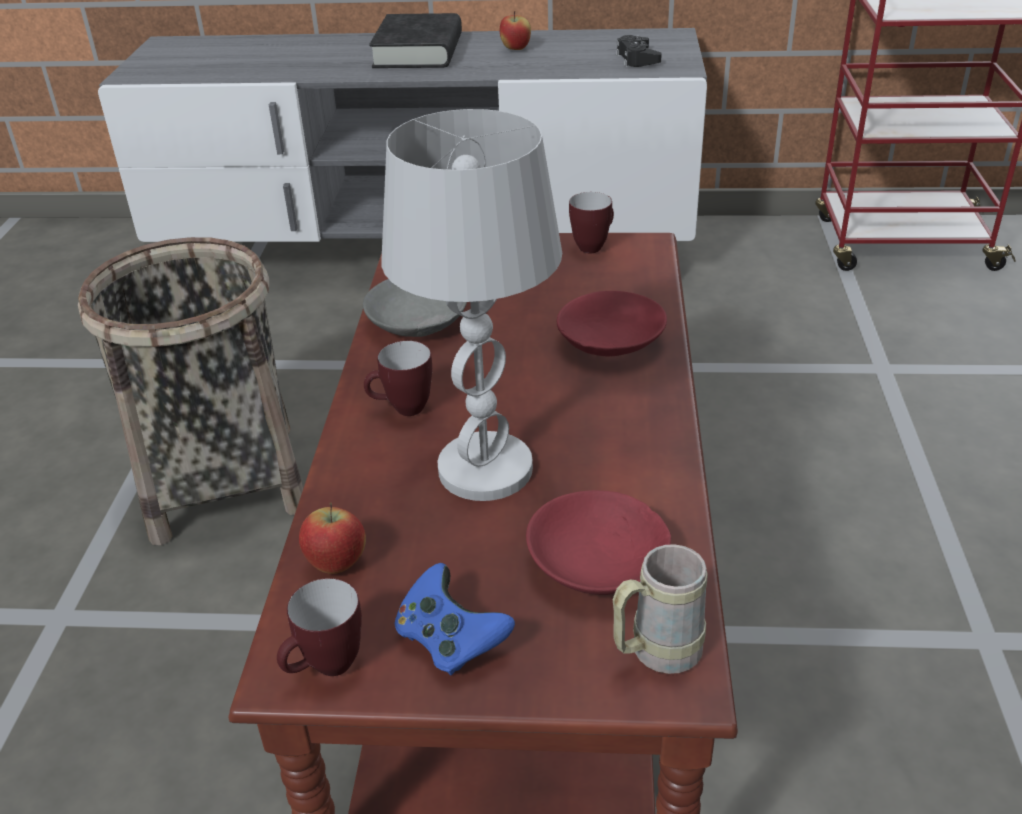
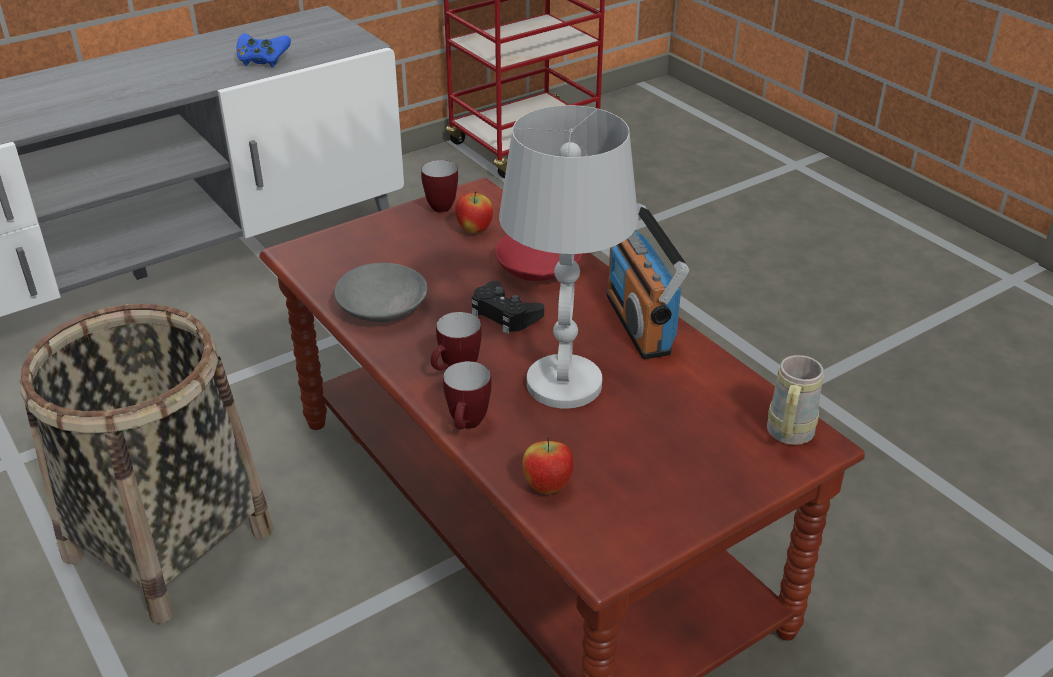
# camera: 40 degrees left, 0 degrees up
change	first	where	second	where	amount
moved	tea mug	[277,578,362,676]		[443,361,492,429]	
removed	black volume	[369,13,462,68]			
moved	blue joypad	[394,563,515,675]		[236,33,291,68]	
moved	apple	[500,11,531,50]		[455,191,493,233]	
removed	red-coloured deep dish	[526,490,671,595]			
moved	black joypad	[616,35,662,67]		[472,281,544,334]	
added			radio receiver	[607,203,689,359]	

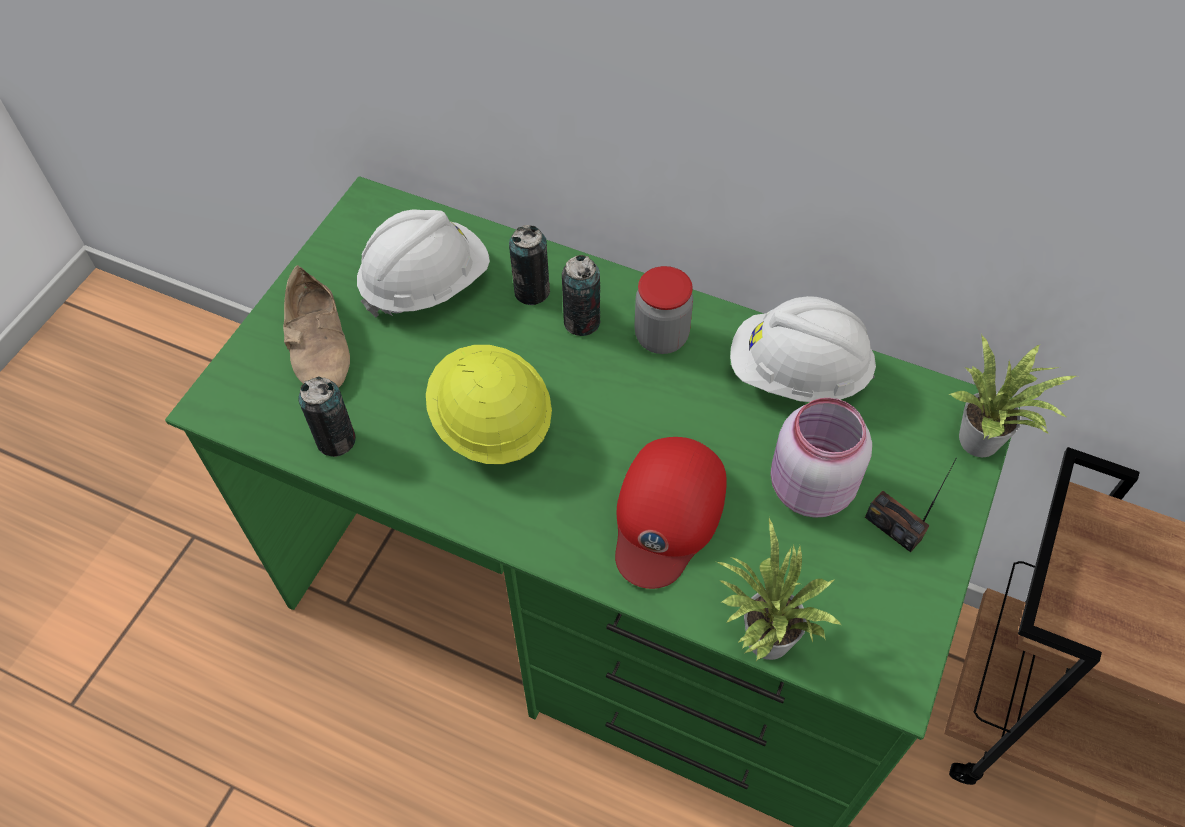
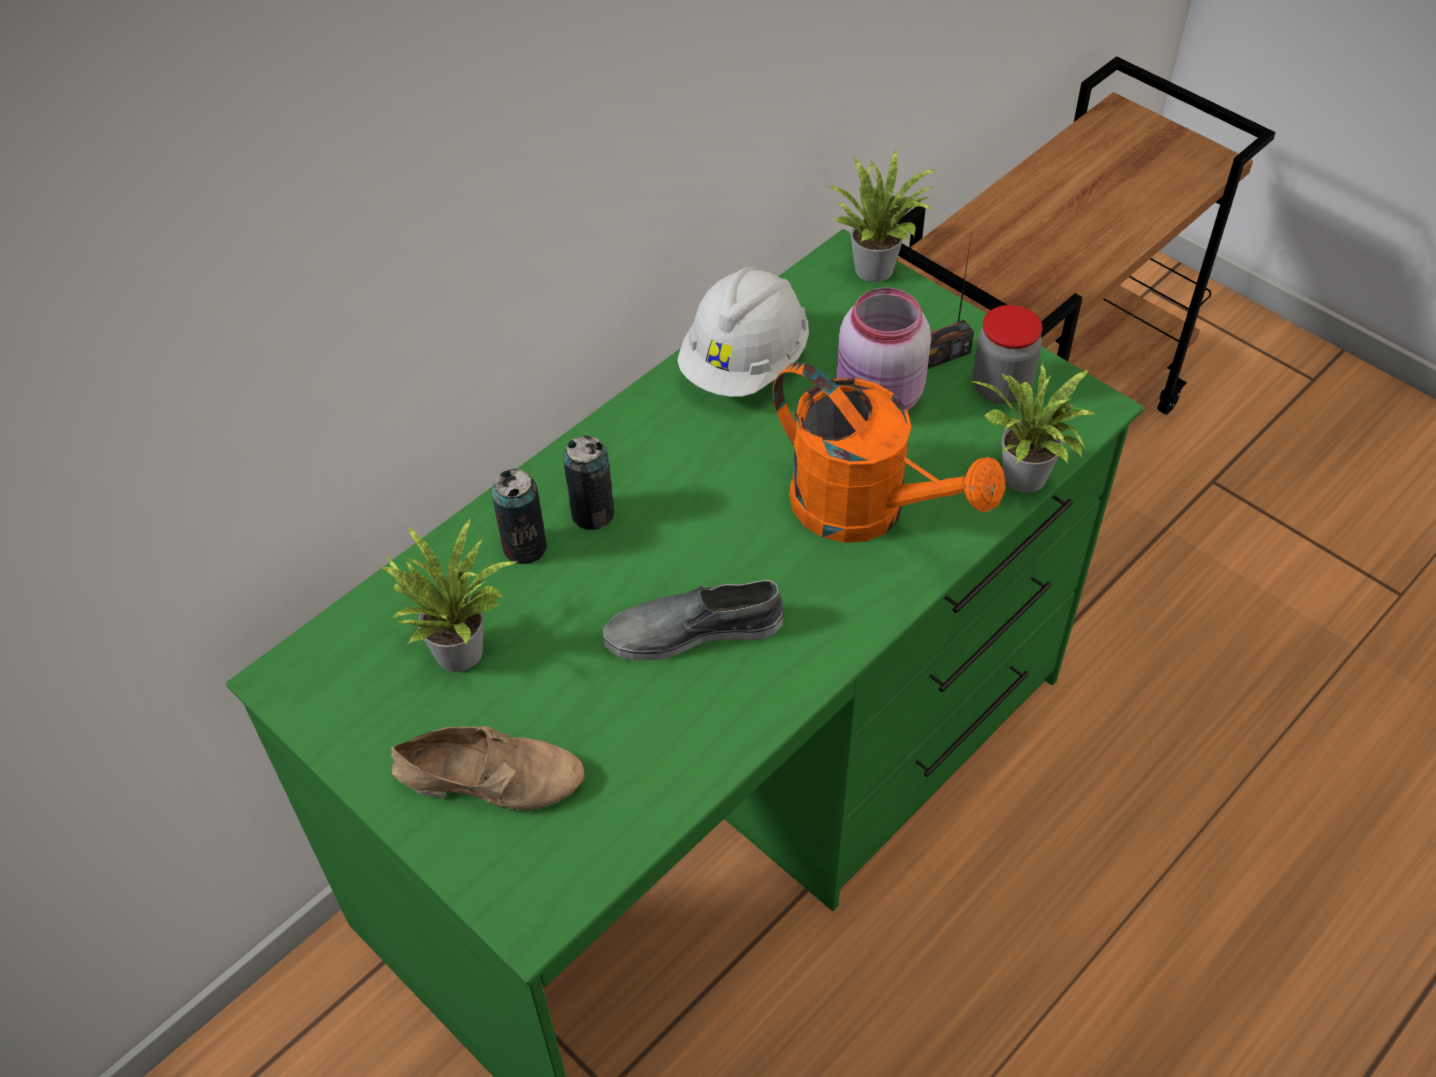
# camera: 70 degrees left, 5 degrees down
change	first	where	second	where	amount
removed	metal can	[298,376,356,457]			
replaced	white-coloured hard hat	[357,209,490,317]	plant in a pot	[378,518,519,672]	
replaced	yellow hard hat	[426,345,552,464]	gray low shoe	[603,580,783,661]	
replaced	red-coloured cap	[615,437,727,589]	orangey sprinkling can	[773,362,1005,543]	
moved	storage jar	[634,266,693,354]		[973,305,1043,404]	

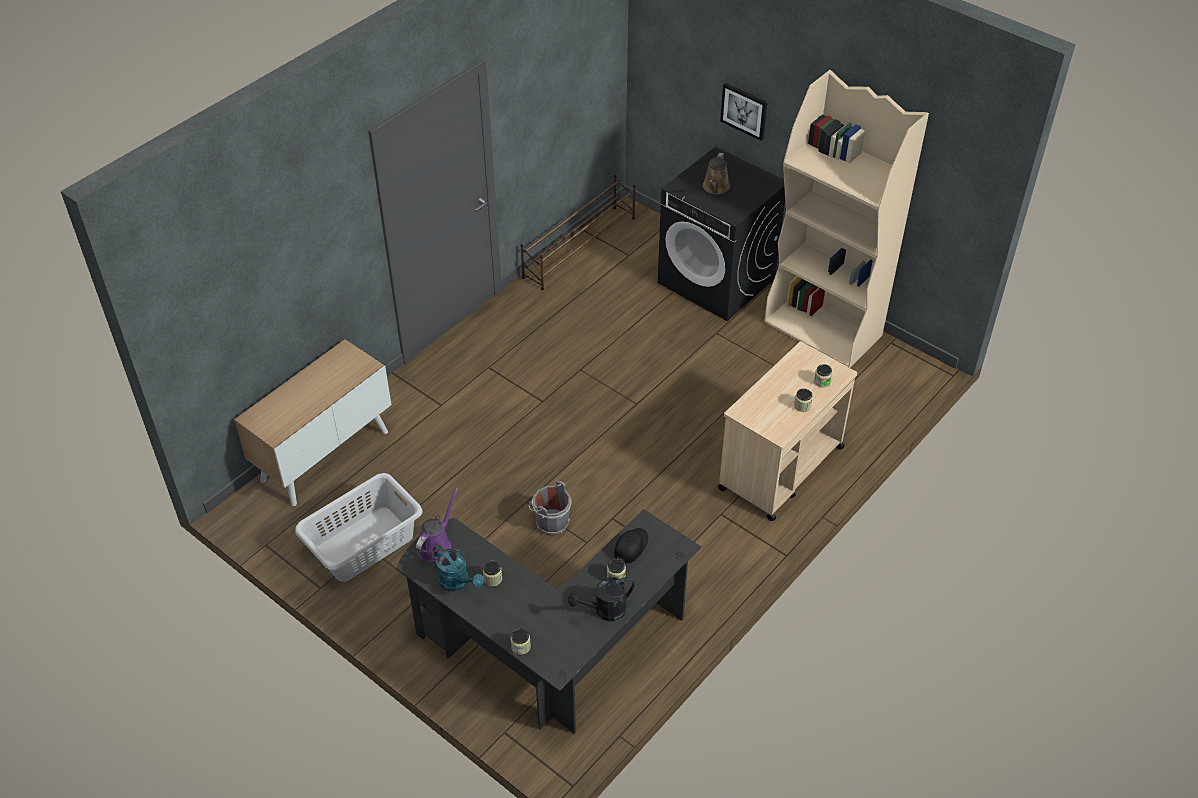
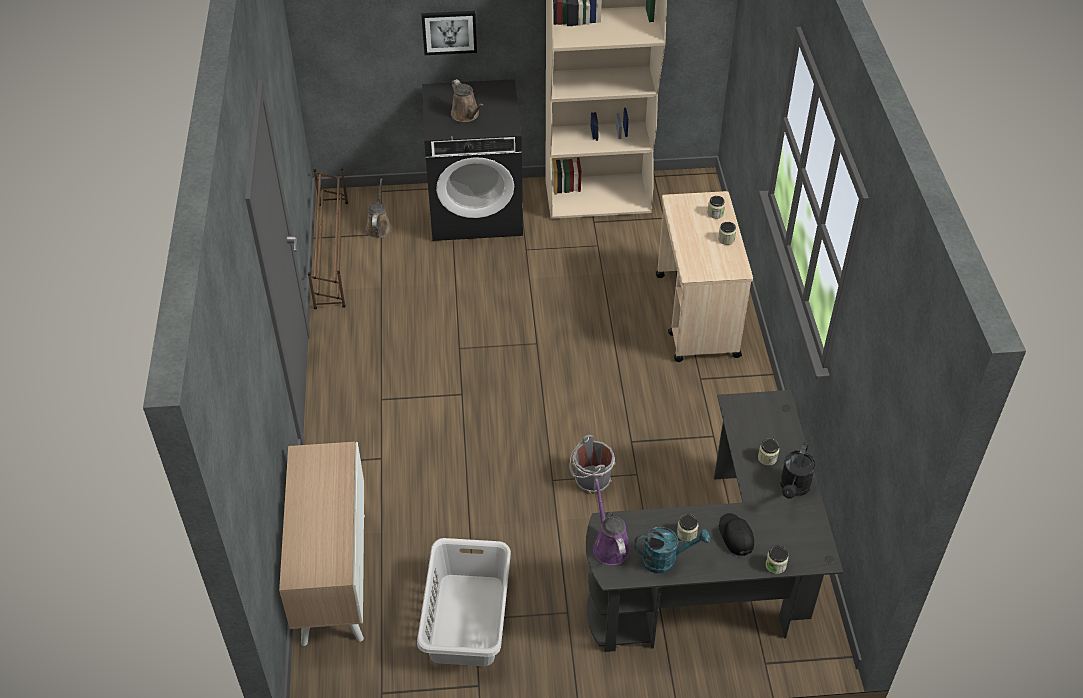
# camera: 45 degrees left, 0 degrees up
change	first	where	second	where	amount
moved	black cap	[614,528,648,564]		[719,513,754,556]	
added			brownish sprinkling can	[365,178,392,239]	

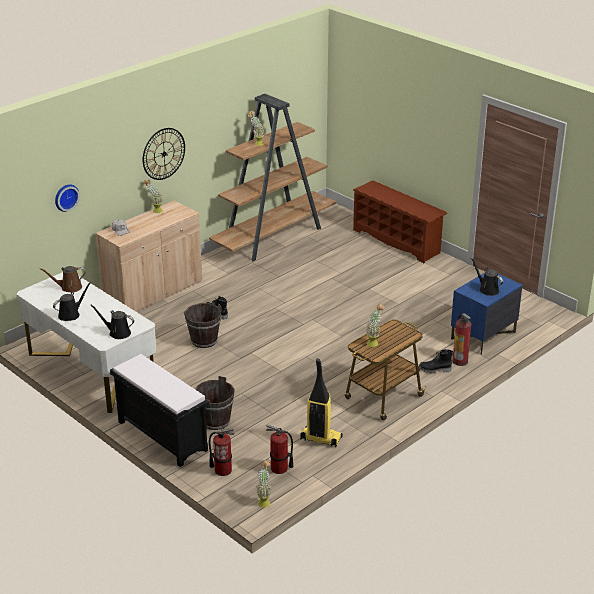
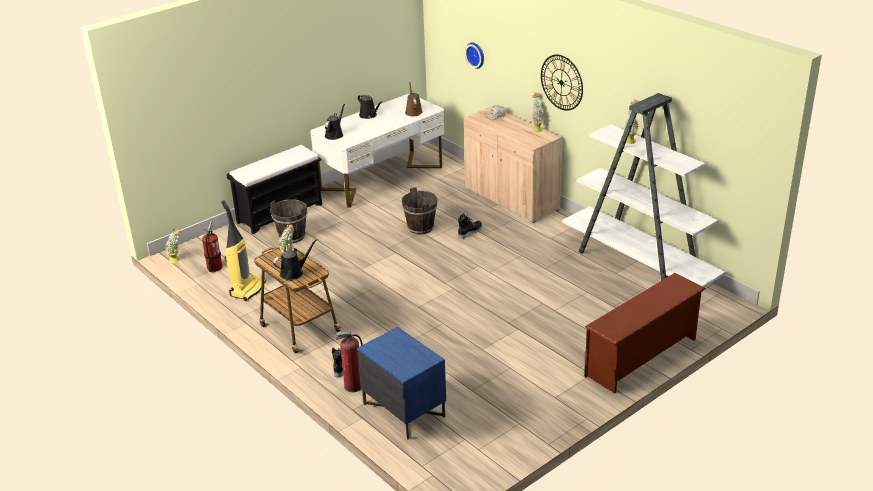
# camera: 95 degrees right, 0 degrees up
change	first	where	second	where	amount
recoloured	brownish bookshelf	[209,94,336,261]	white-coloured bookshelf	[562,93,726,287]	
removed	fire extinguisher	[209,428,234,476]			
moved	black sprinkling can	[471,258,503,296]		[273,239,318,280]	

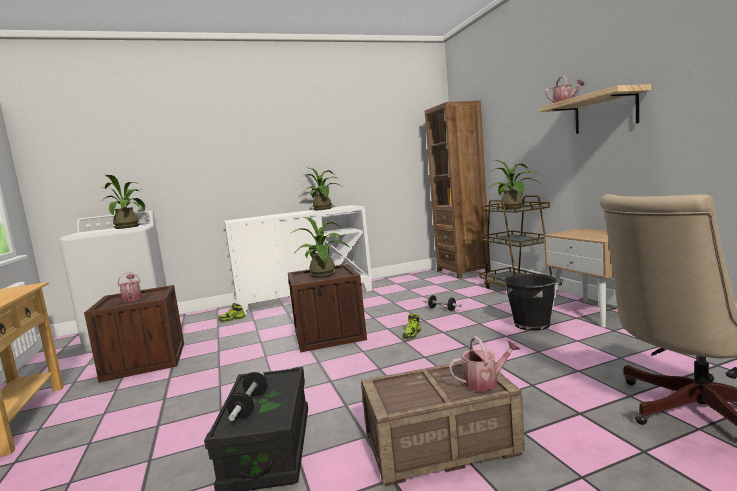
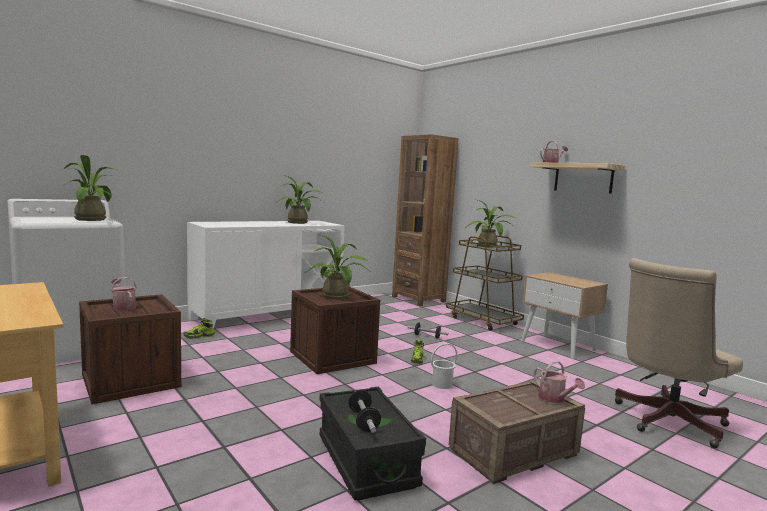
# camera: 20 degrees left, 0 degrees up
change	first	where	second	where	amount
turned	sprinkling can	[449,336,520,391]		[534,361,585,403]	90 degrees clockwise
removed	black pail	[504,274,563,331]			
added			white-coloured pail	[431,343,457,389]	

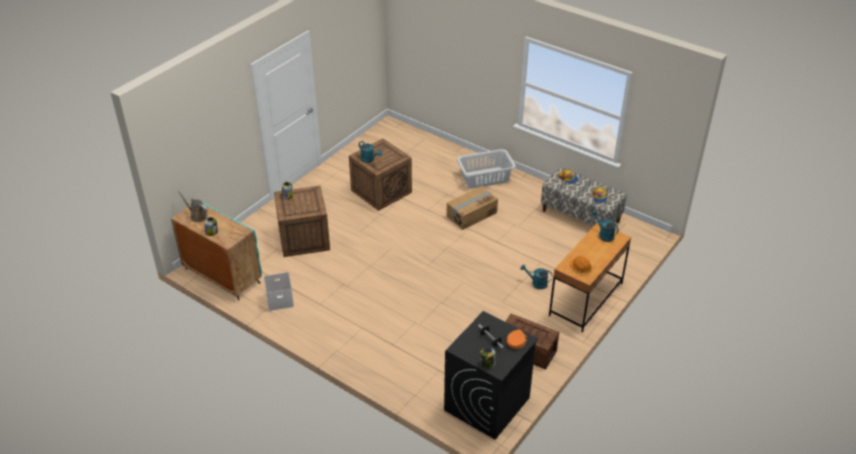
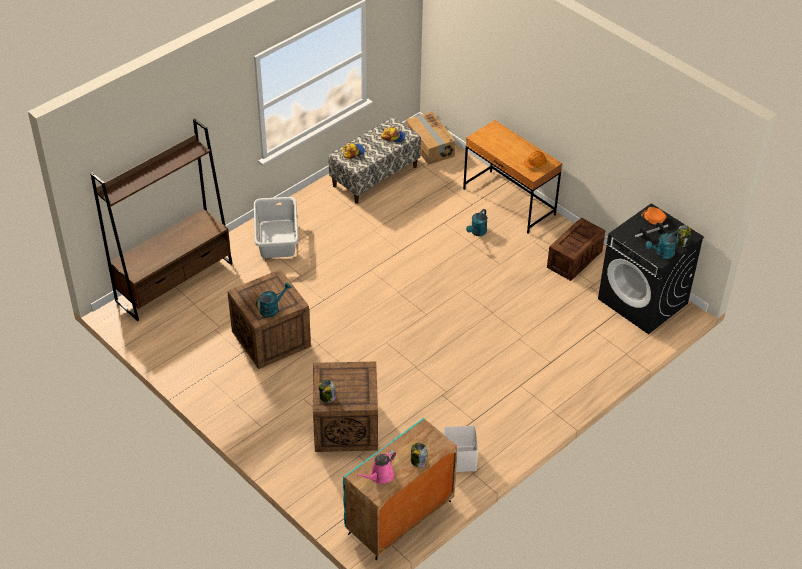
# camera: 80 degrees left, 5 degrees up
change	first	where	second	where	amount
recoloured	brownish sprinkling can	[178,191,208,222]	pink-coloured sprinkling can	[357,450,396,484]	
moved	cardboard box	[447,186,498,230]		[406,112,456,165]	
moved	turquoise-coloured sprinkling can	[592,210,618,242]		[645,231,680,259]	
added			brownish bookshelf	[90,118,233,321]	

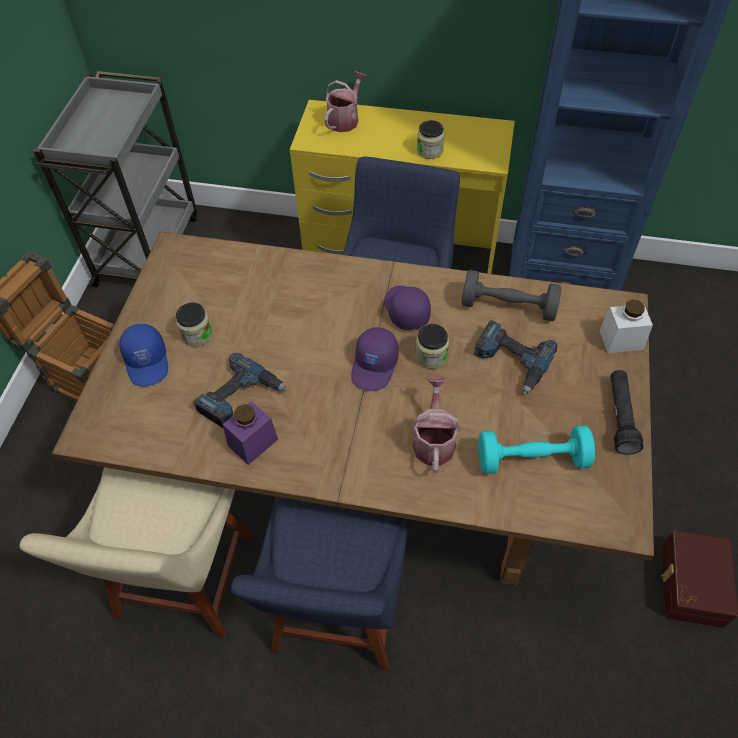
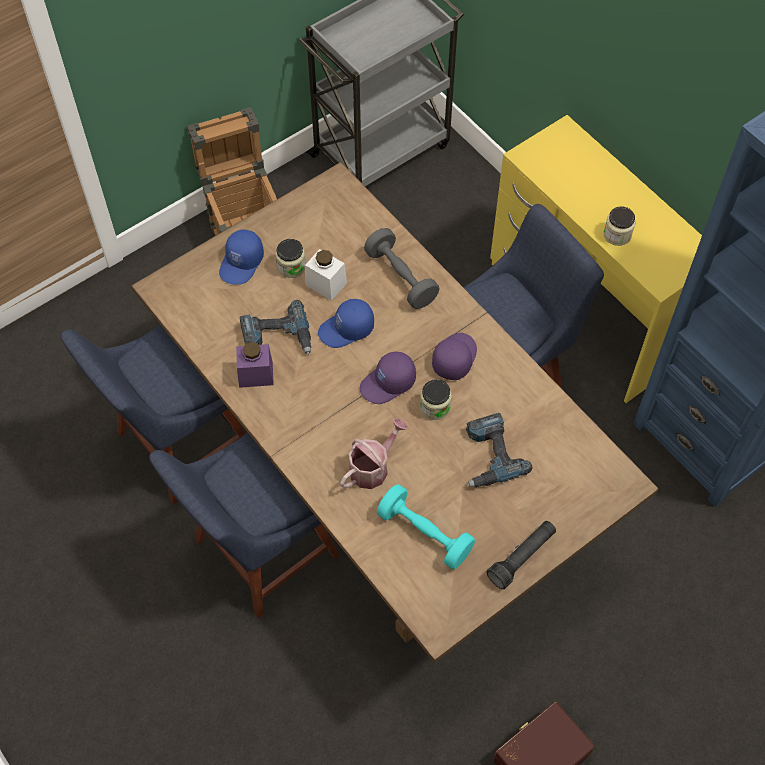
# camera: 40 degrees right, 5 degrees up
change	first	where	second	where	amount
recoloured	sand-coloured upright chair	[19,467,253,638]	blue upright chair	[61,324,245,504]	
removed	sprinkling can	[325,71,367,132]			
moved	gray free weight	[461,270,561,321]		[364,228,439,309]	
moved	white-coloured storage jar	[599,299,653,353]		[305,249,347,301]	
added			blue cap	[318,299,374,348]	

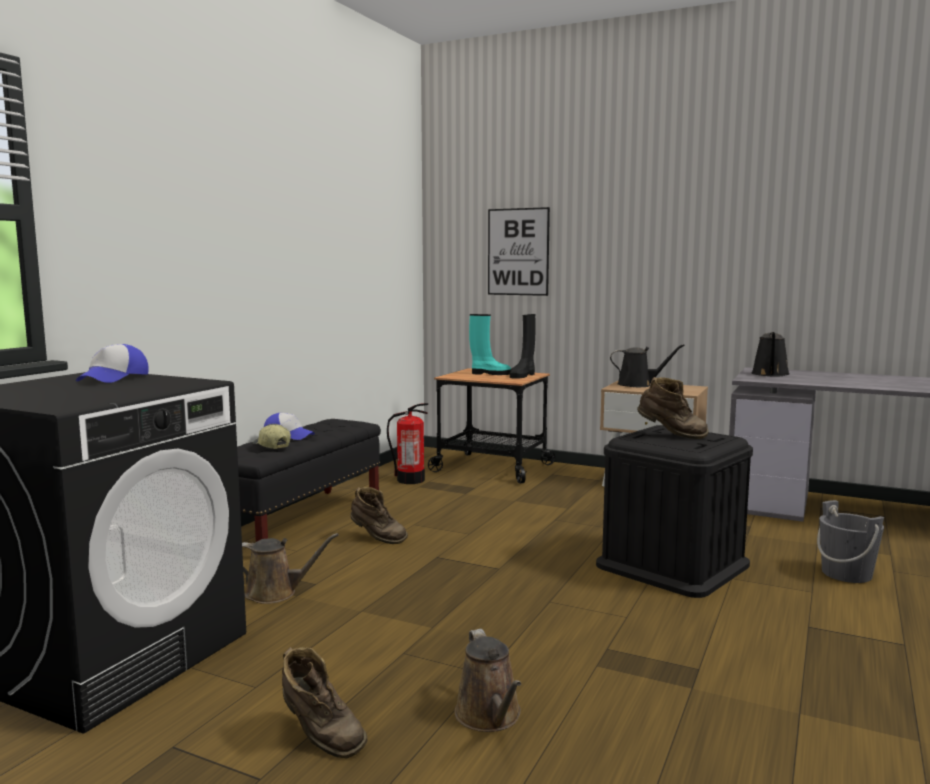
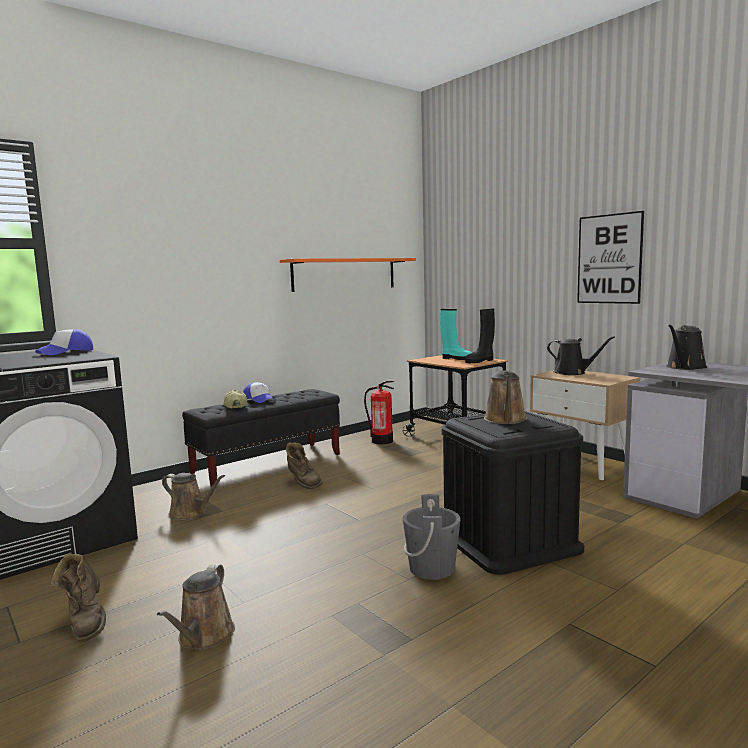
# camera: 25 degrees right, 0 degrees up
change	first	where	second	where	amount
moved	picture	[488,207,550,296]		[577,211,644,304]	
replaced	brownish tall boot	[637,377,709,439]	brownish sprinkling can	[484,371,527,424]	
moved	gray pail	[817,500,884,583]		[403,494,461,580]	
added			orangey bracket shelf	[280,258,416,292]	

